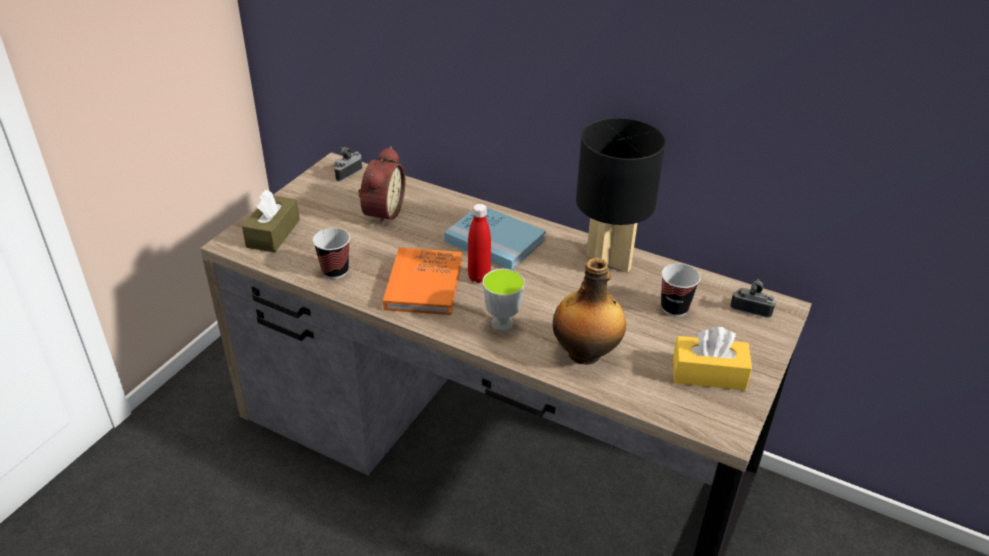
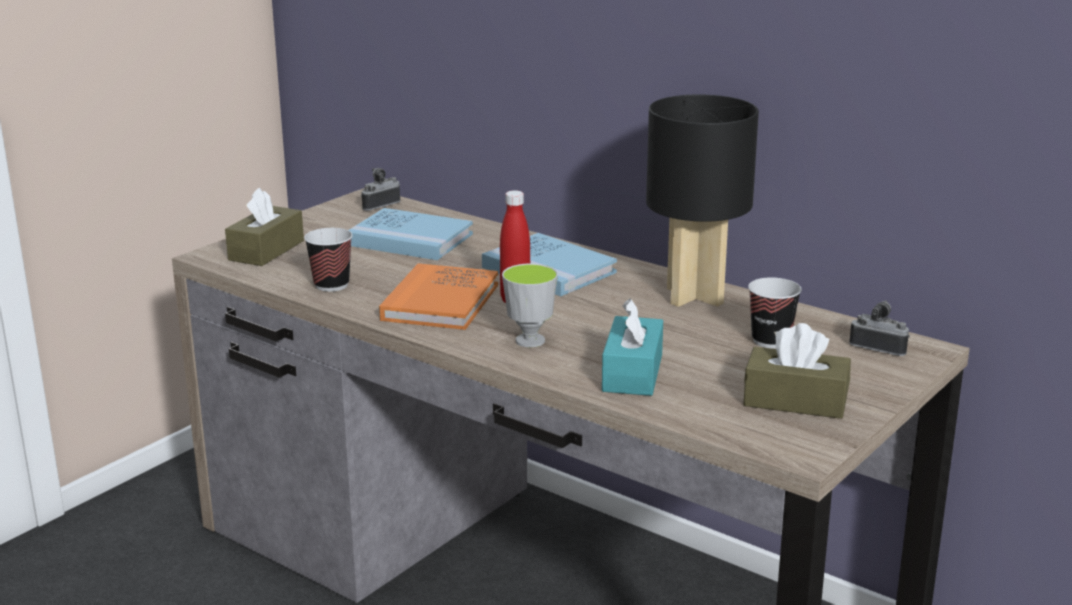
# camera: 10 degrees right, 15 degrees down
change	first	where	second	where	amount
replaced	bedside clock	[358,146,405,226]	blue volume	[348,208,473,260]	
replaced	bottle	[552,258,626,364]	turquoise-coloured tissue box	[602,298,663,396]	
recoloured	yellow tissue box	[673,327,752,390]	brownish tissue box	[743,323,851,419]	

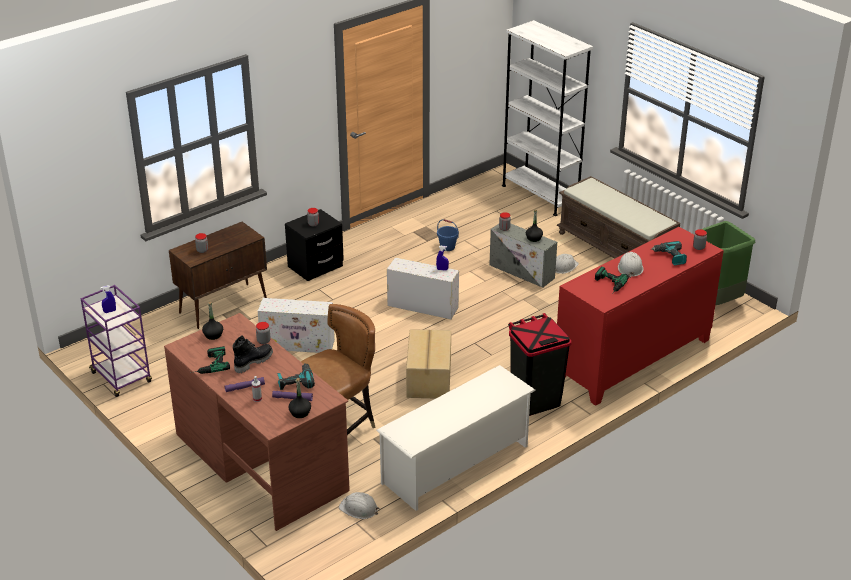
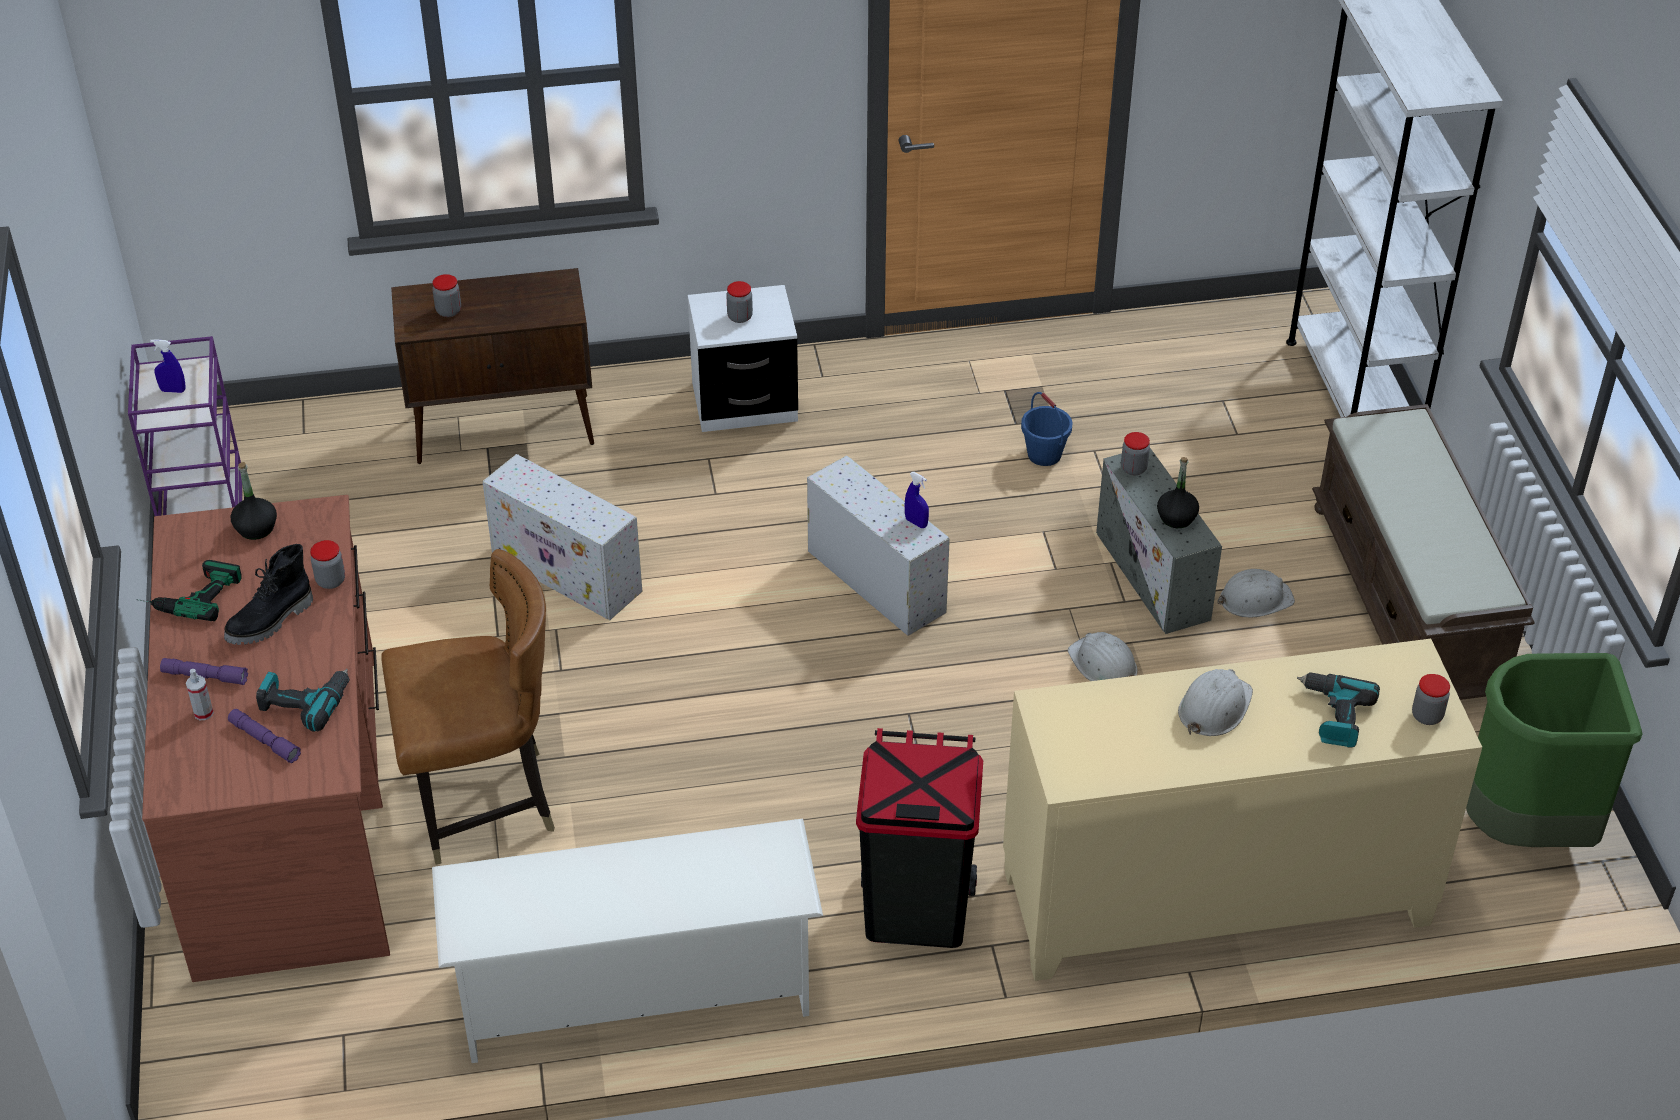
# camera: 30 degrees right, 10 degrees up
change	first	where	second	where	amount
turned	black tall boot	[232,335,273,373]		[224,544,313,645]	150 degrees clockwise
recoloured	black bedside table	[285,209,344,281]	white-coloured bedside table	[688,285,798,432]	
removed	black bottle	[288,378,311,418]			
moved	white-coloured hard hat	[339,492,380,519]		[1068,632,1137,681]	
removed	cardboard box	[406,329,451,399]			
recoloured	red-coloured storage cabinet	[557,227,724,406]	sand-coloured storage cabinet	[1003,639,1482,981]	
removed	drill	[595,267,629,294]			

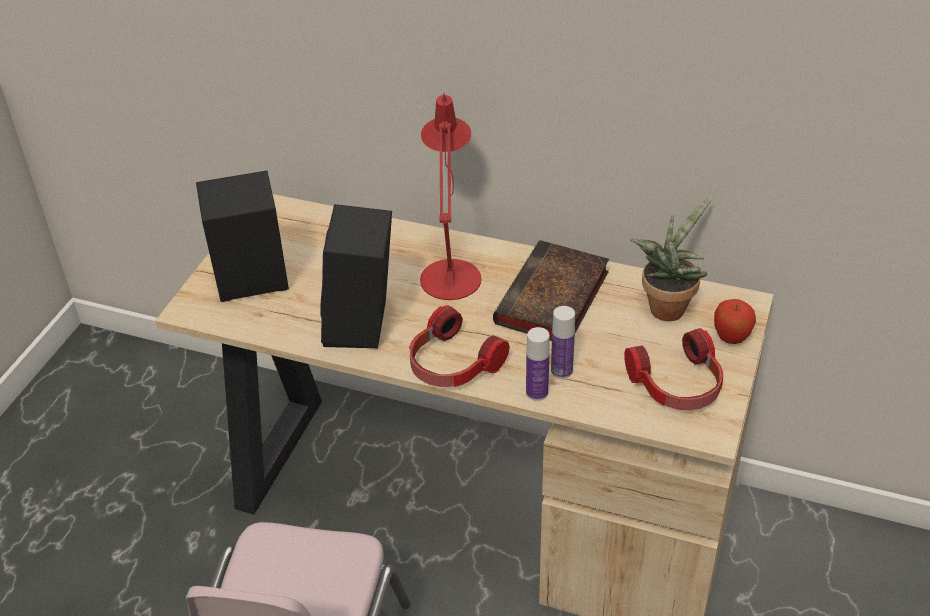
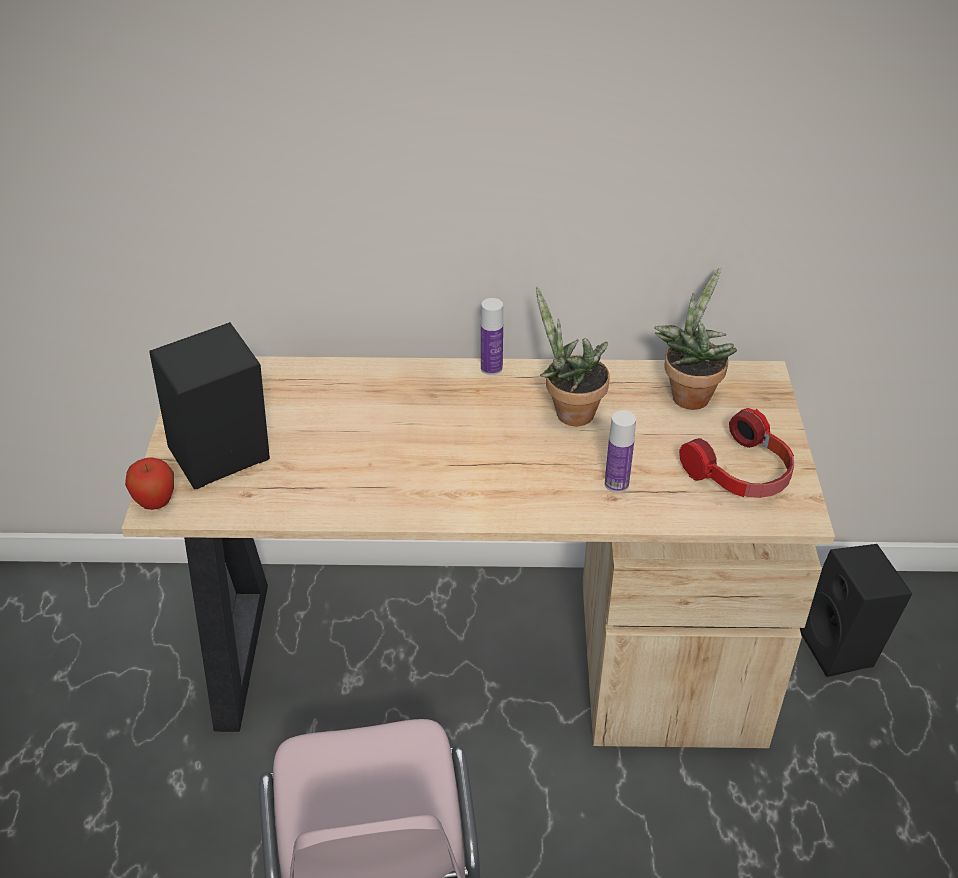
# camera: 20 degrees left, 0 degrees up
change	first	where	second	where	amount
moved	black speaker	[320,204,392,349]		[800,544,912,677]	
removed	headset	[409,305,510,387]			
removed	red-coloured tabletop lamp	[420,93,482,300]			
replaced	volume	[493,240,609,341]	plant in a pot	[536,286,610,426]	
moved	bottle	[526,327,550,401]		[481,298,503,375]	
moved	apple	[714,299,756,344]		[125,457,174,510]	

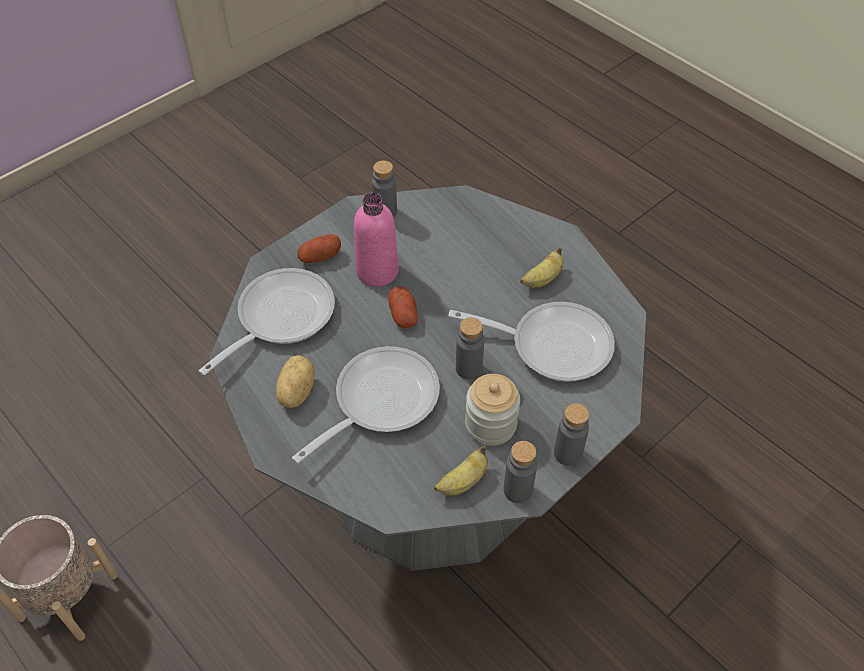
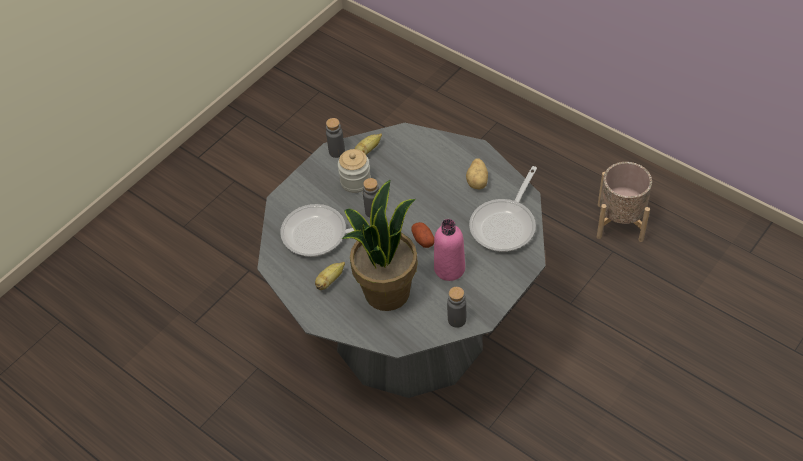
# camera: 175 degrees right, 0 degrees up
change	first	where	second	where	amount
removed	pan	[292,346,440,463]			
removed	potato	[297,234,341,263]			
removed	gray bottle	[554,403,589,466]			
added			plant in a pot	[342,180,418,311]	

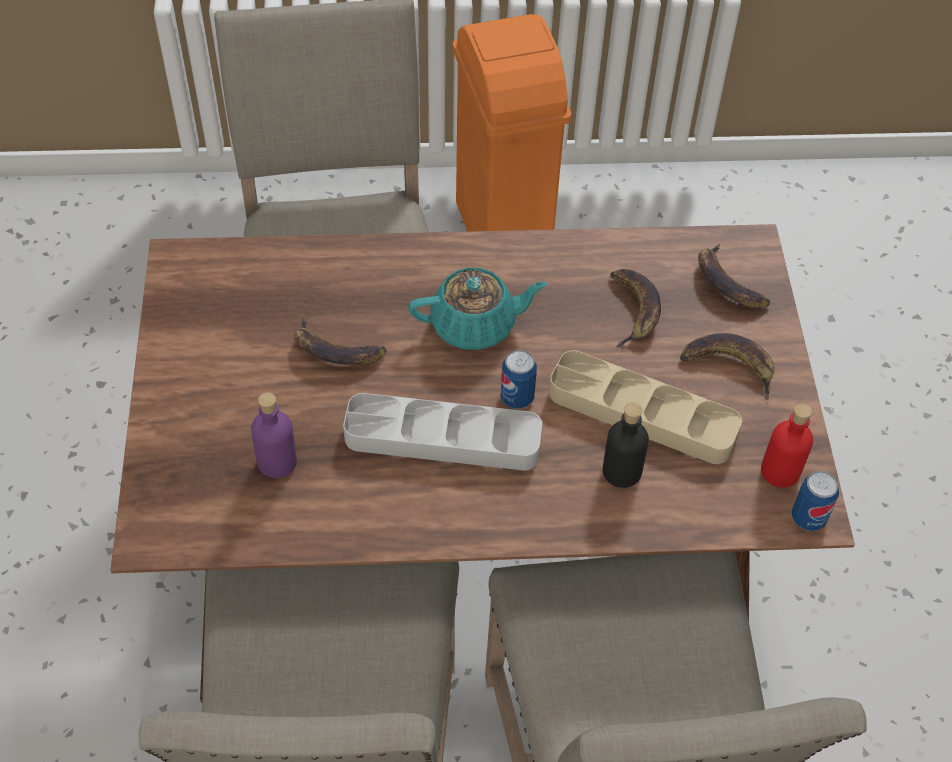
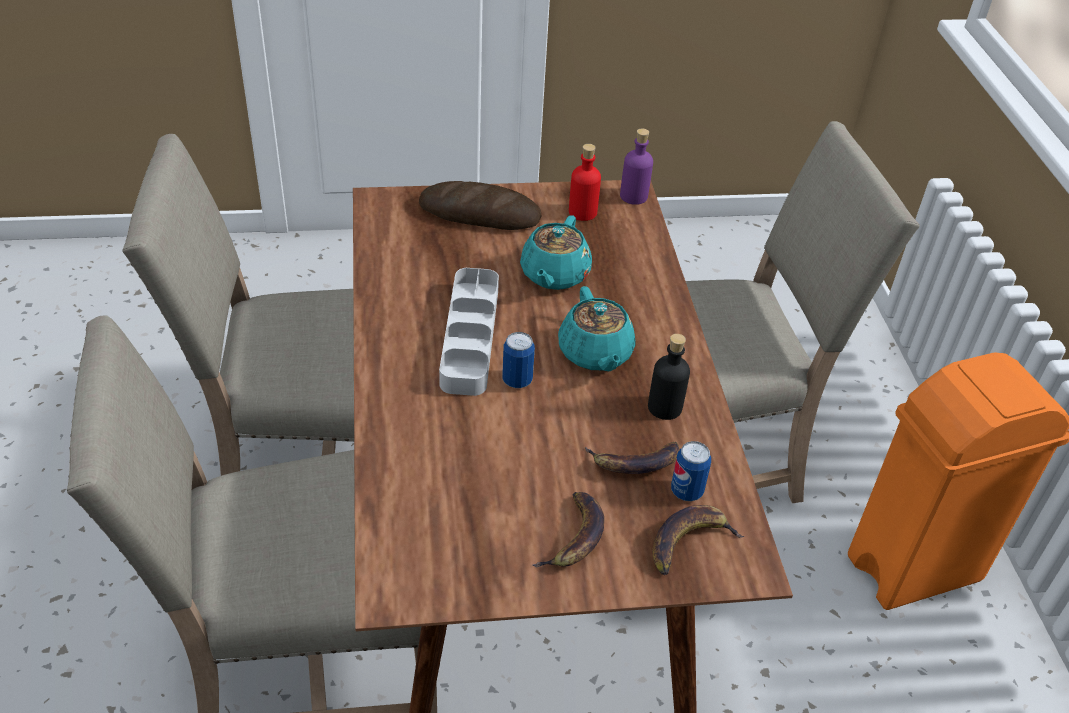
# camera: 85 degrees right, 10 degrees down
change	first	where	second	where	amount
moved	purple-coloured bottle	[251,392,297,478]		[620,128,653,205]	
replaced	whole banana	[294,317,386,365]	turquoise-coloured pot for tea	[520,215,592,290]	
removed	sand-coloured carrying tray	[549,350,742,464]			
moved	black bottle	[603,403,649,488]		[648,334,690,420]	
moved	red-coloured bottle	[761,403,813,488]		[569,144,601,221]	
moved	metal can	[792,471,839,531]		[671,441,711,501]	
added			baked bread	[419,181,541,230]	

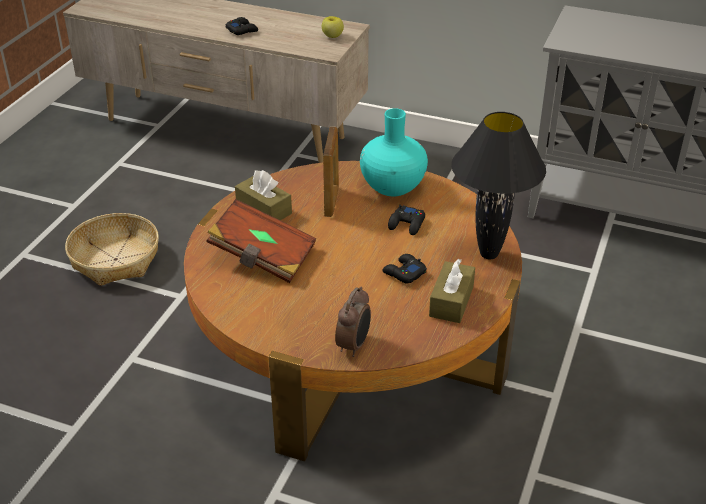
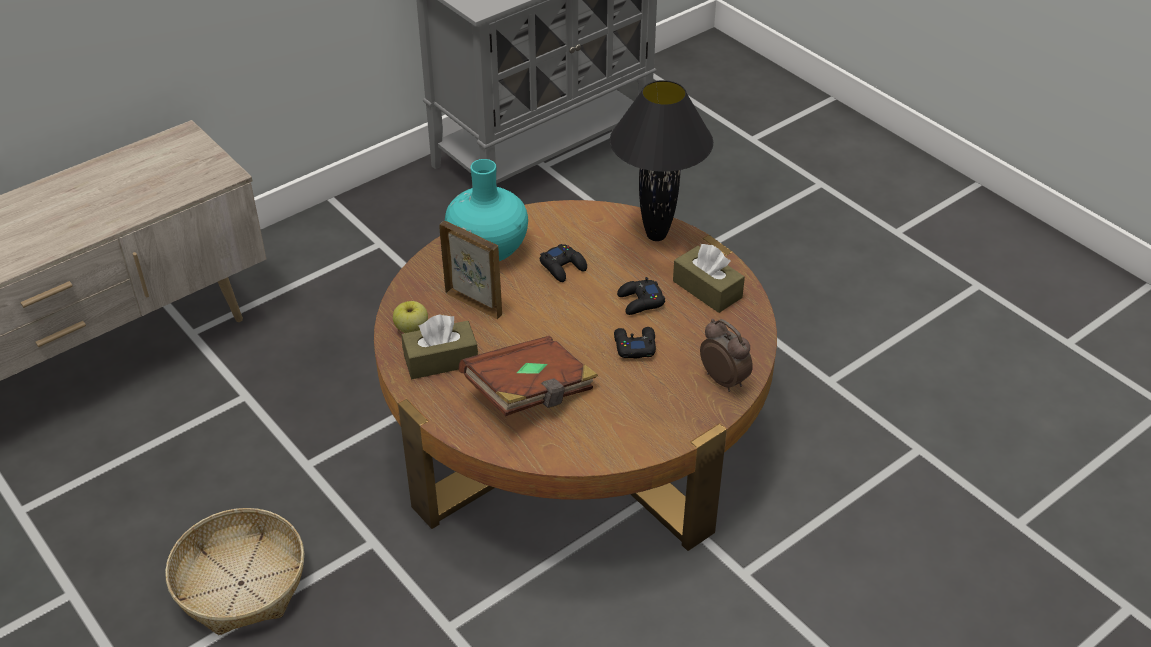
# camera: 60 degrees left, 5 degrees up
change	first	where	second	where	amount
moved	black joypad	[225,17,258,35]		[614,327,656,358]	
moved	apple	[322,16,344,38]		[393,301,428,333]	

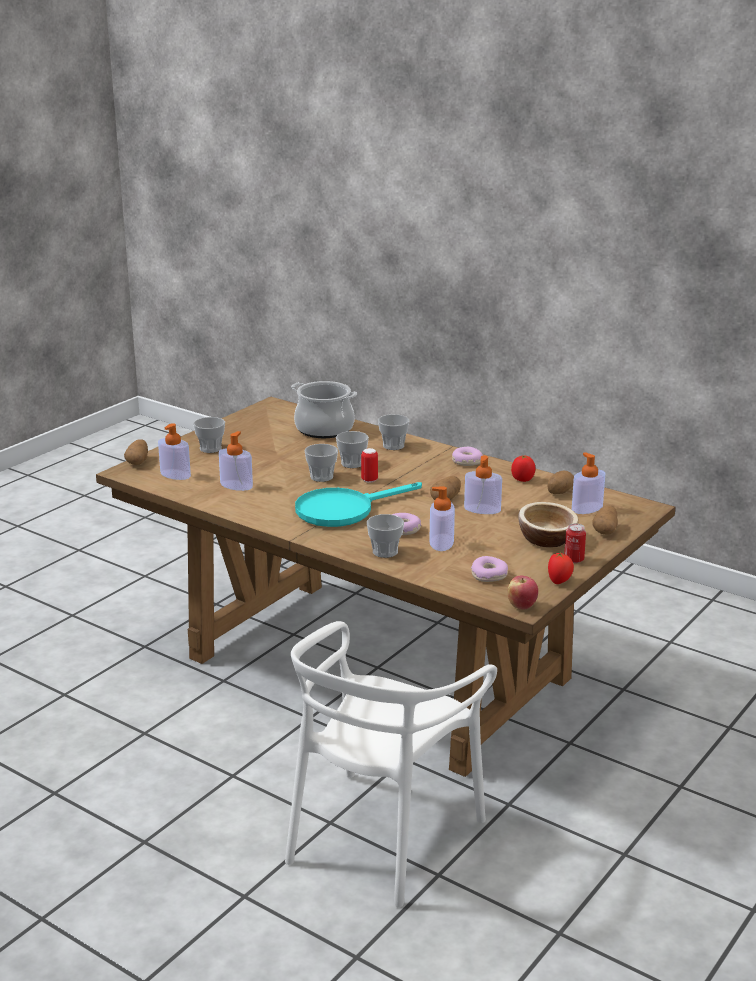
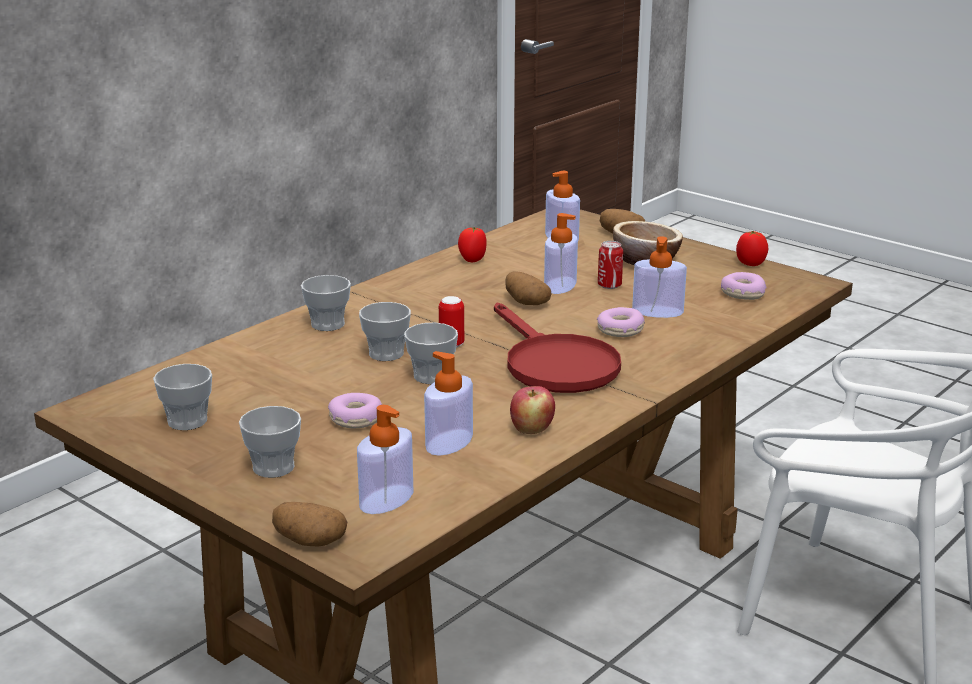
# camera: 85 degrees left, 0 degrees up
change	first	where	second	where	amount
removed	saucepot	[291,381,357,438]			
recoloured	turquoise-coloured pan	[295,482,422,527]	red-coloured pan	[494,303,621,393]	
moved	drinking cup	[367,514,404,558]		[153,364,212,430]	
moved	donut	[452,447,483,466]		[328,393,382,428]	
moved	apple	[507,576,538,610]		[510,386,555,434]	
removed	potato	[548,471,574,494]			
moved	metal can	[564,523,586,563]		[598,241,623,289]	

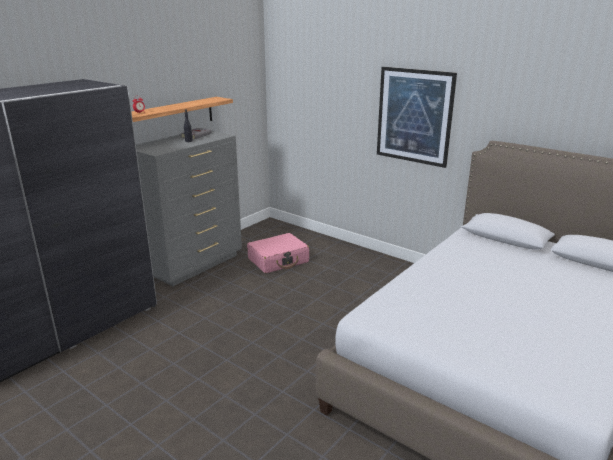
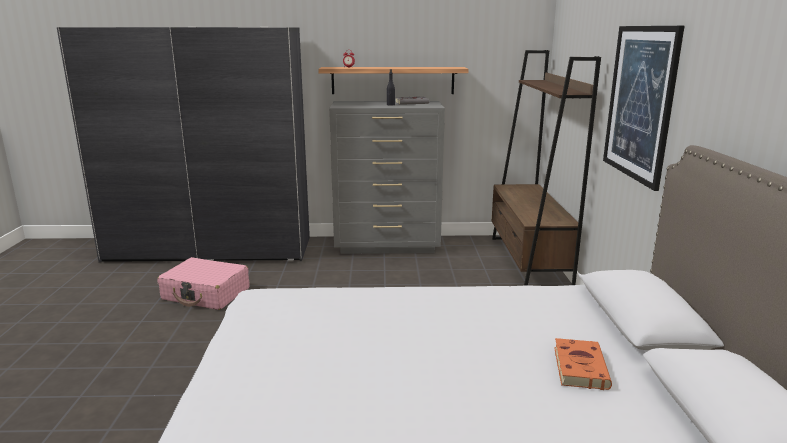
# camera: 50 degrees right, 5 degrees down
change	first	where	second	where	amount
moved	pink-coloured piece of luggage	[247,233,309,273]		[157,257,249,310]	
added			brownish bookshelf	[492,50,601,286]	
added			orangey volume	[554,338,612,390]	

